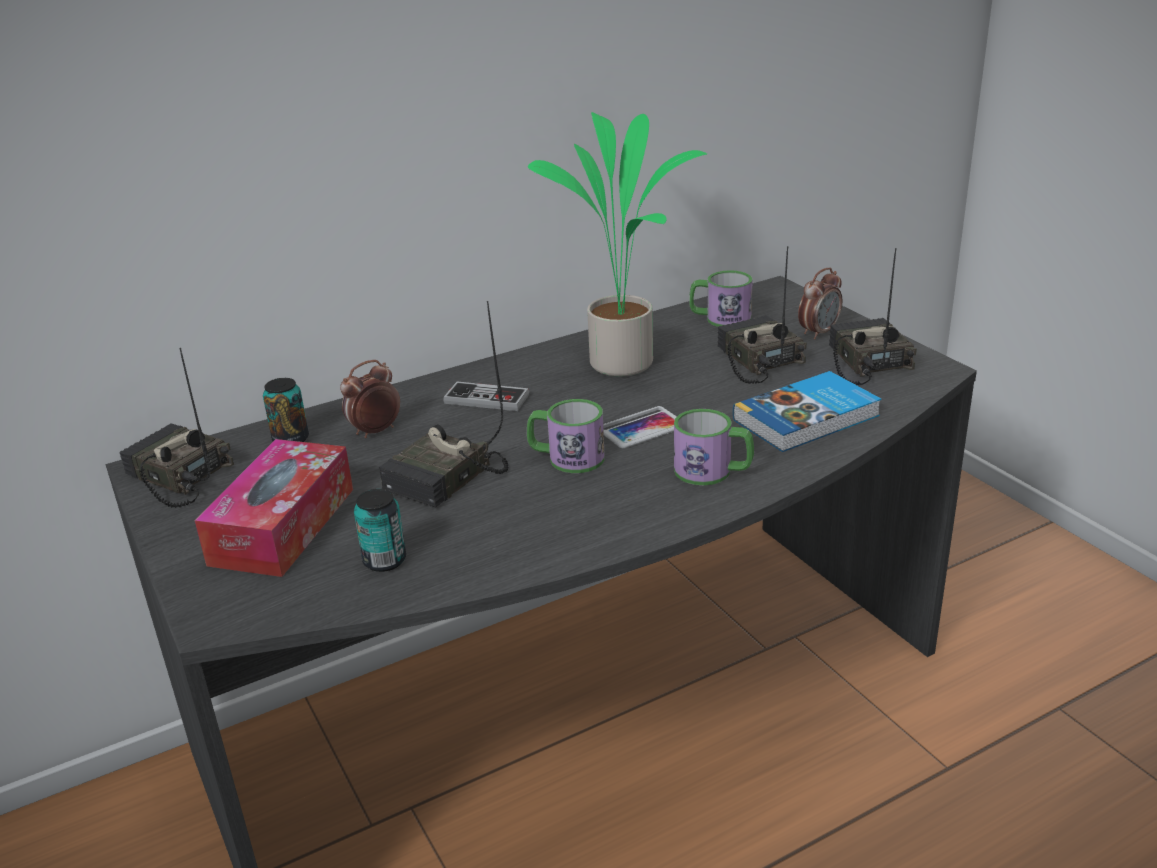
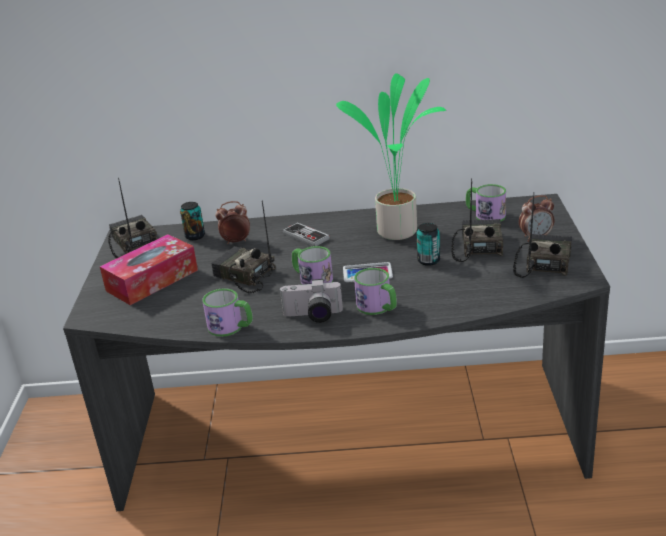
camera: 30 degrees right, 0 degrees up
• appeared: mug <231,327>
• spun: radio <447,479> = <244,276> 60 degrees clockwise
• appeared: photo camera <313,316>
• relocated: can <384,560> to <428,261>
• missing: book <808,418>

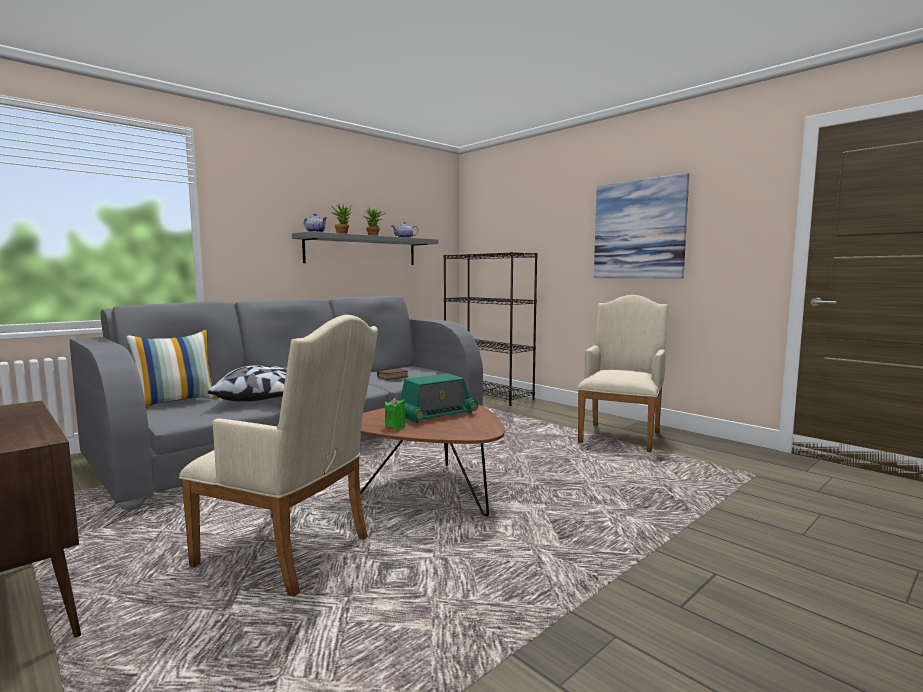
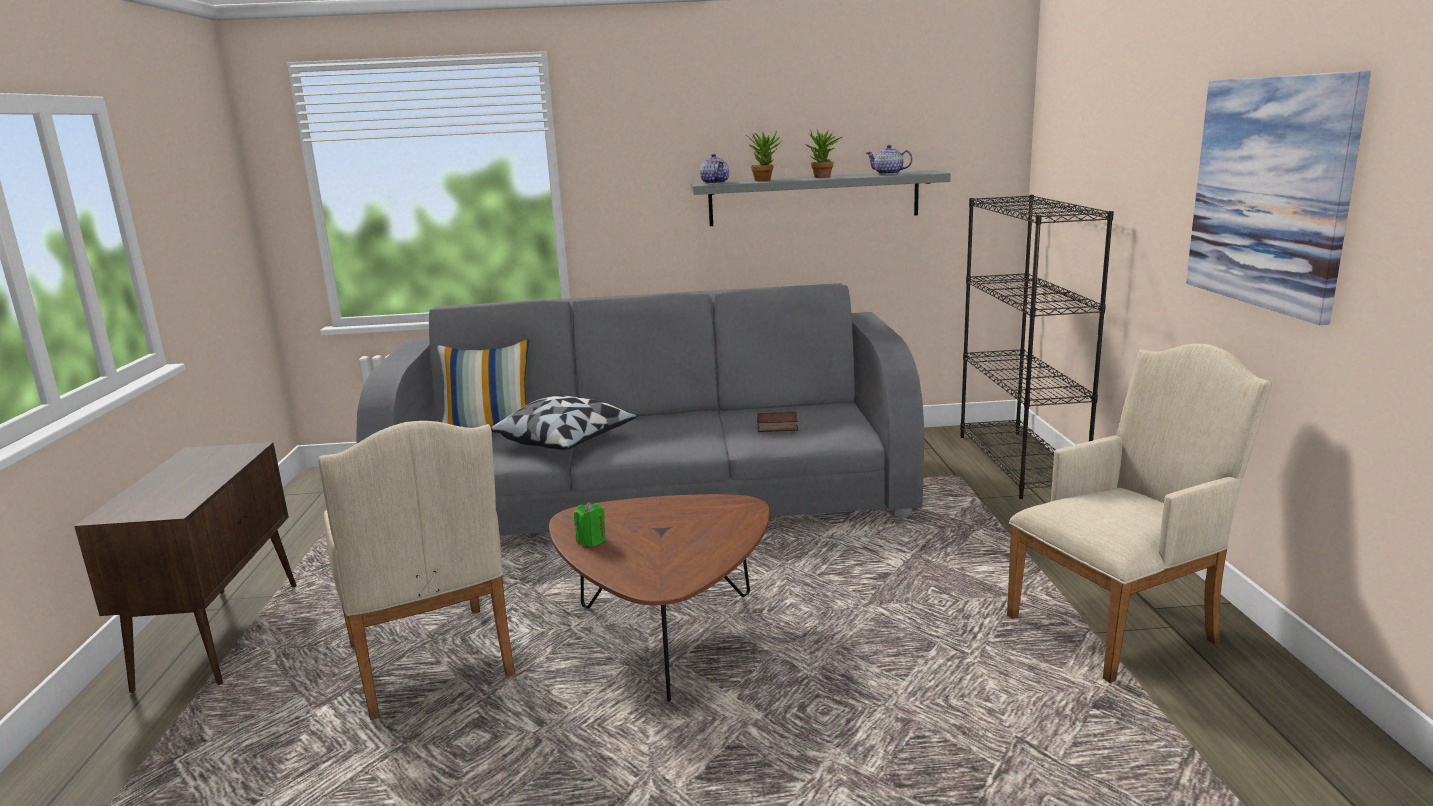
camera: 40 degrees right, 10 degrees up
• missing: radio <436,414>

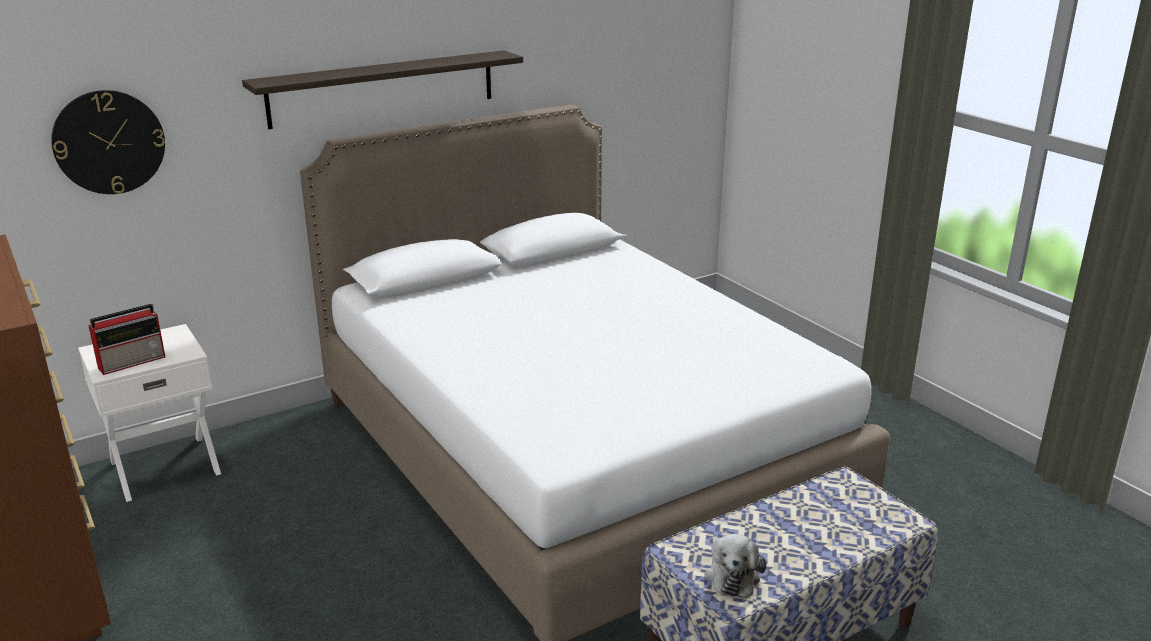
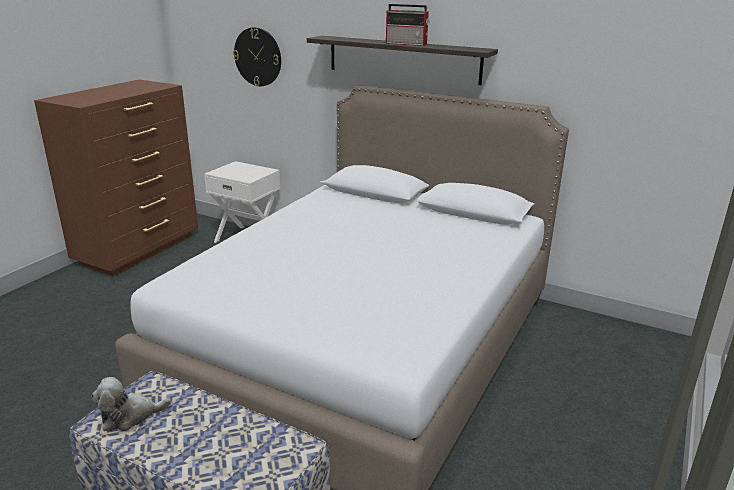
camera: 60 degrees right, 0 degrees up
• relocated: radio <133,361> to <407,44>

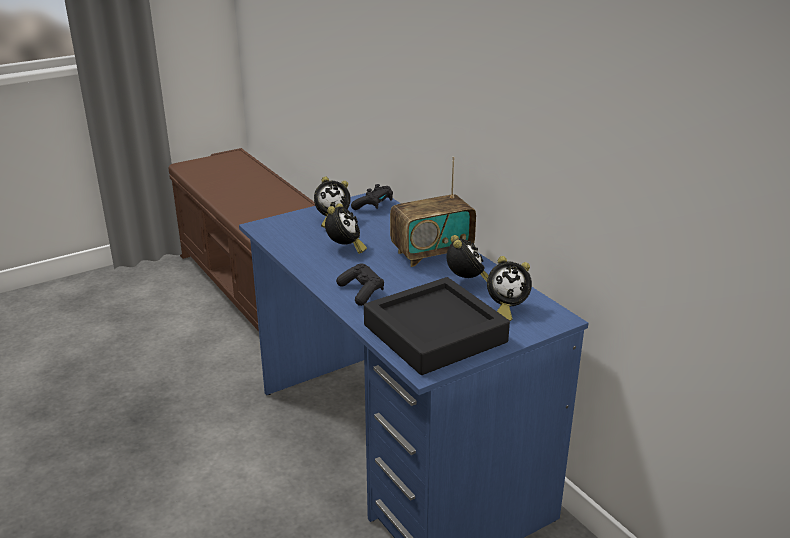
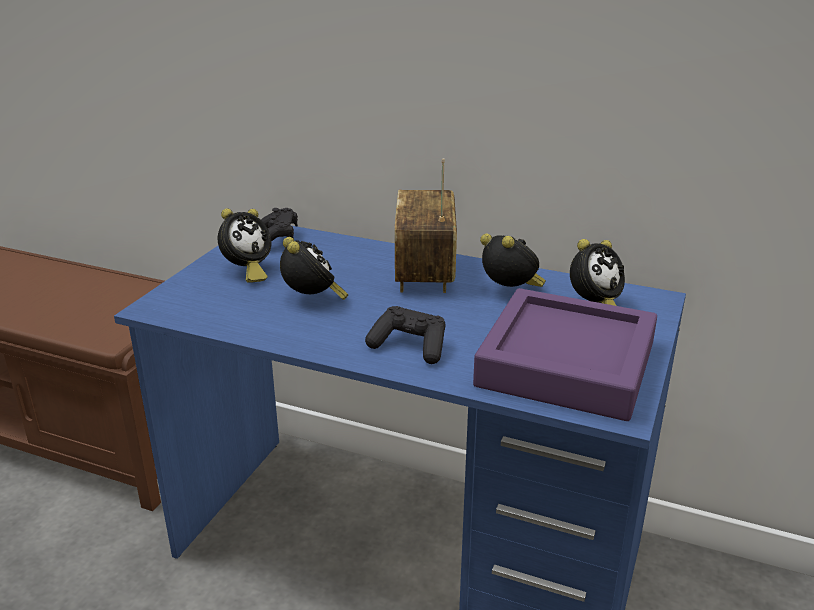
camera: 35 degrees left, 0 degrees up
• spun: radio <431,253> = <425,273> 150 degrees clockwise
• colour: black tray <435,334> to purple tray <566,364>

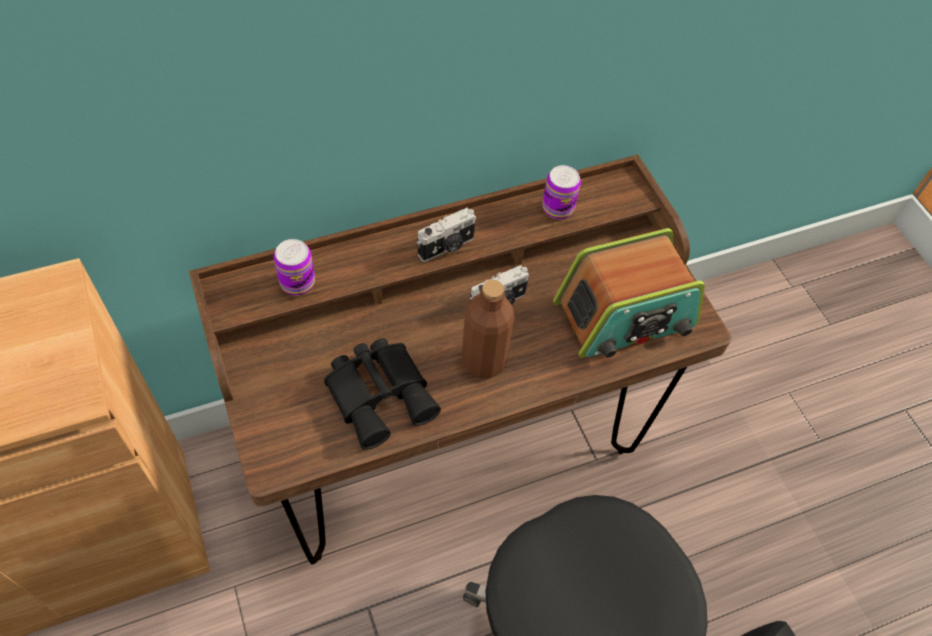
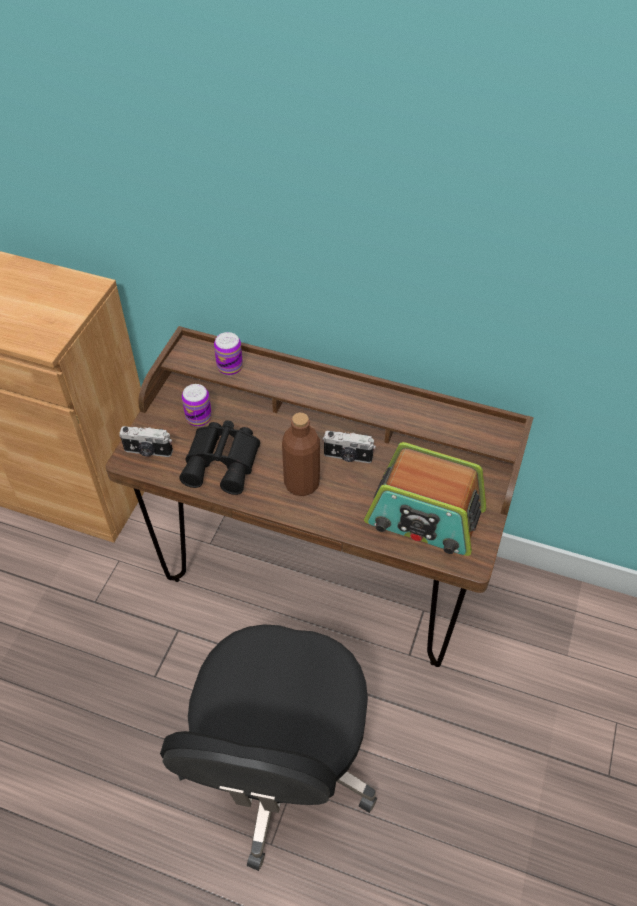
camera: 45 degrees right, 5 degrees down
• relocated: photo camera <447,247> to <148,451>
• relocated: can <557,208> to <199,417>

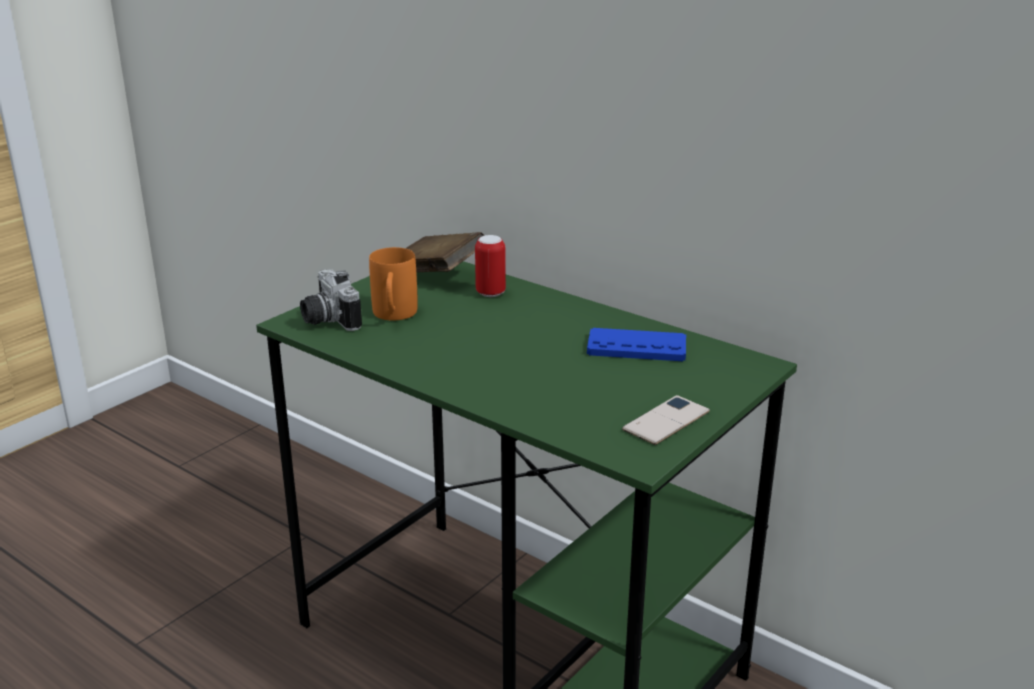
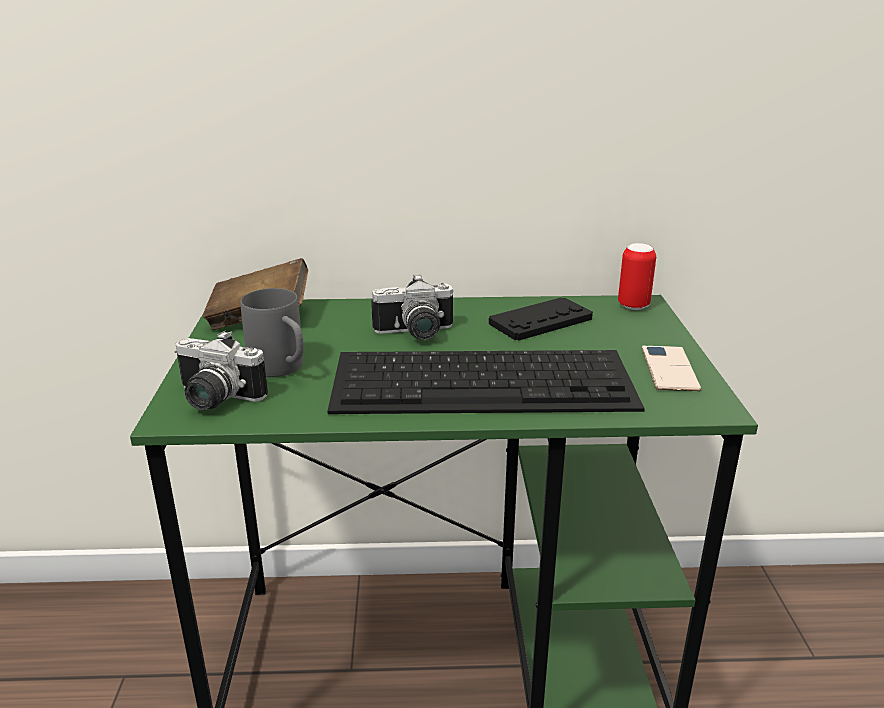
camera: 40 degrees left, 0 degrees up
• colour: orange mug <394,316> to grey mug <283,370>
• appeared: keyboard <485,380>
• appeared: photo camera <415,334>
• colour: blue game controller <636,347> to black game controller <540,321>
• relocated: can <490,293> to <633,305>

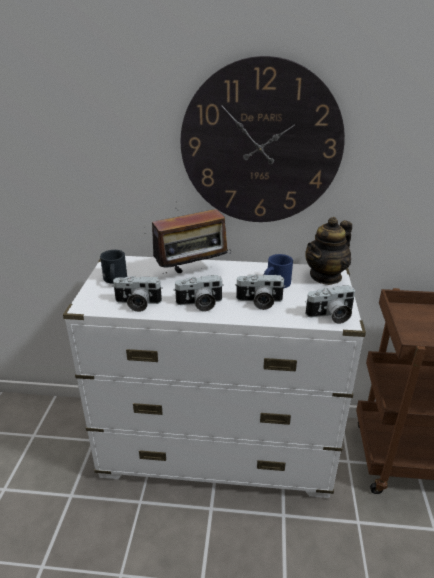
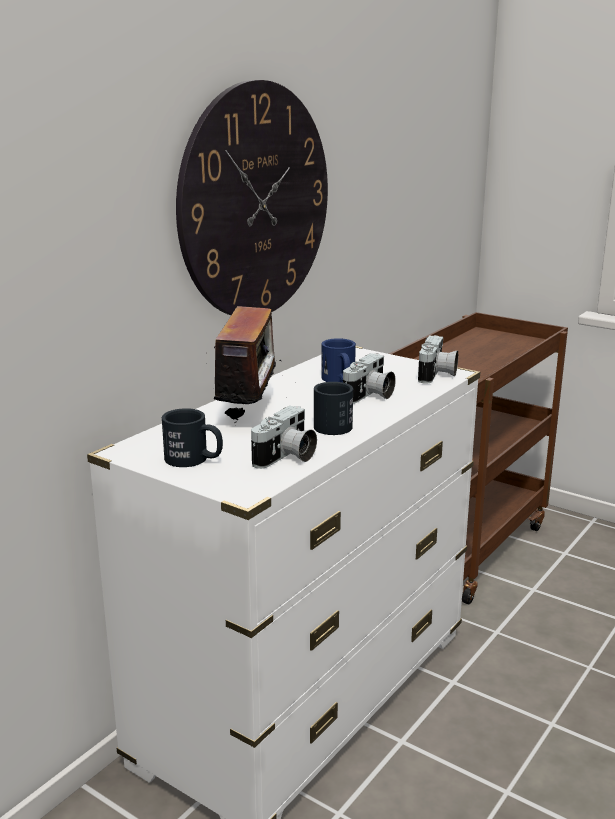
camera: 60 degrees left, 10 degrees down
• exchanged: photo camera <200,304> to black mug <335,424>
• missing: teapot <326,276>

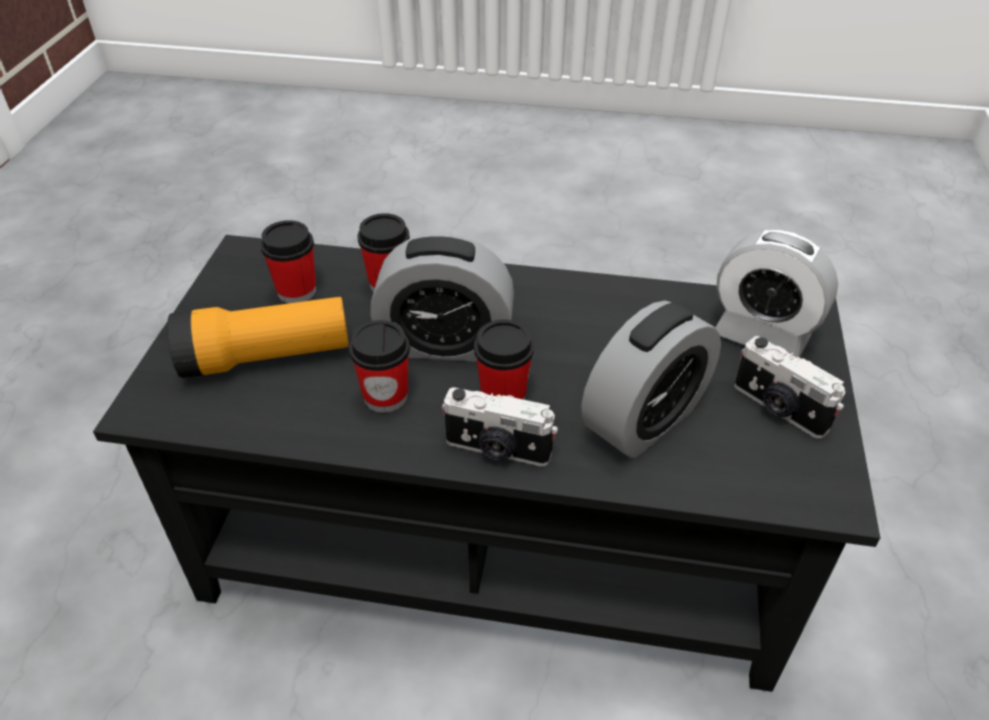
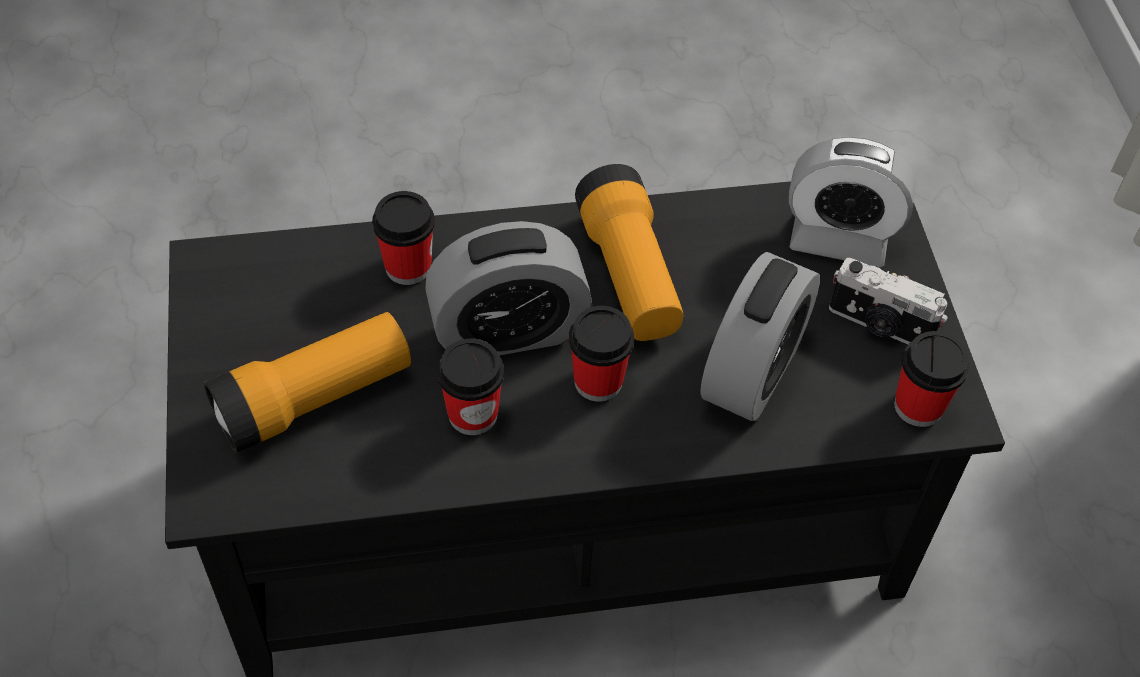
camera: 20 degrees left, 10 degrees up
• appeared: flashlight <629,275>
• relocated: cup <296,291> to <918,406>
• missing: photo camera <497,450>

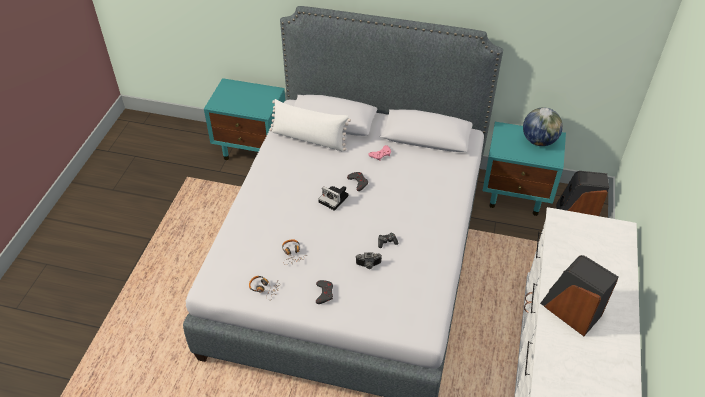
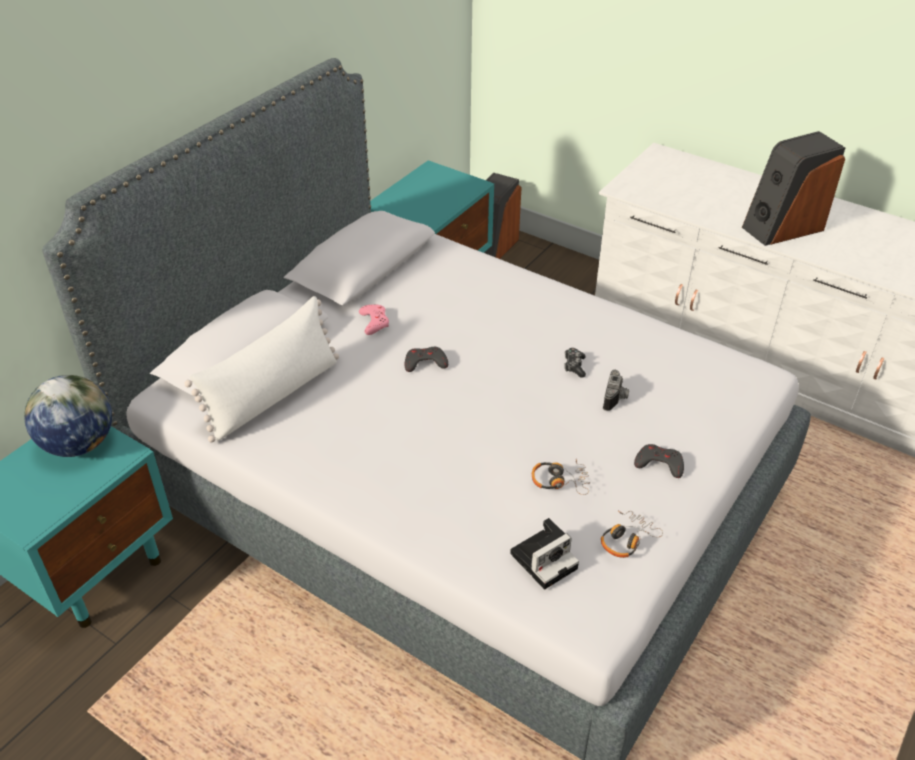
camera: 70 degrees left, 5 degrees down
• relocated: globe <538,141> to <79,444>
• relocated: photo camera <334,199> to <545,559>

